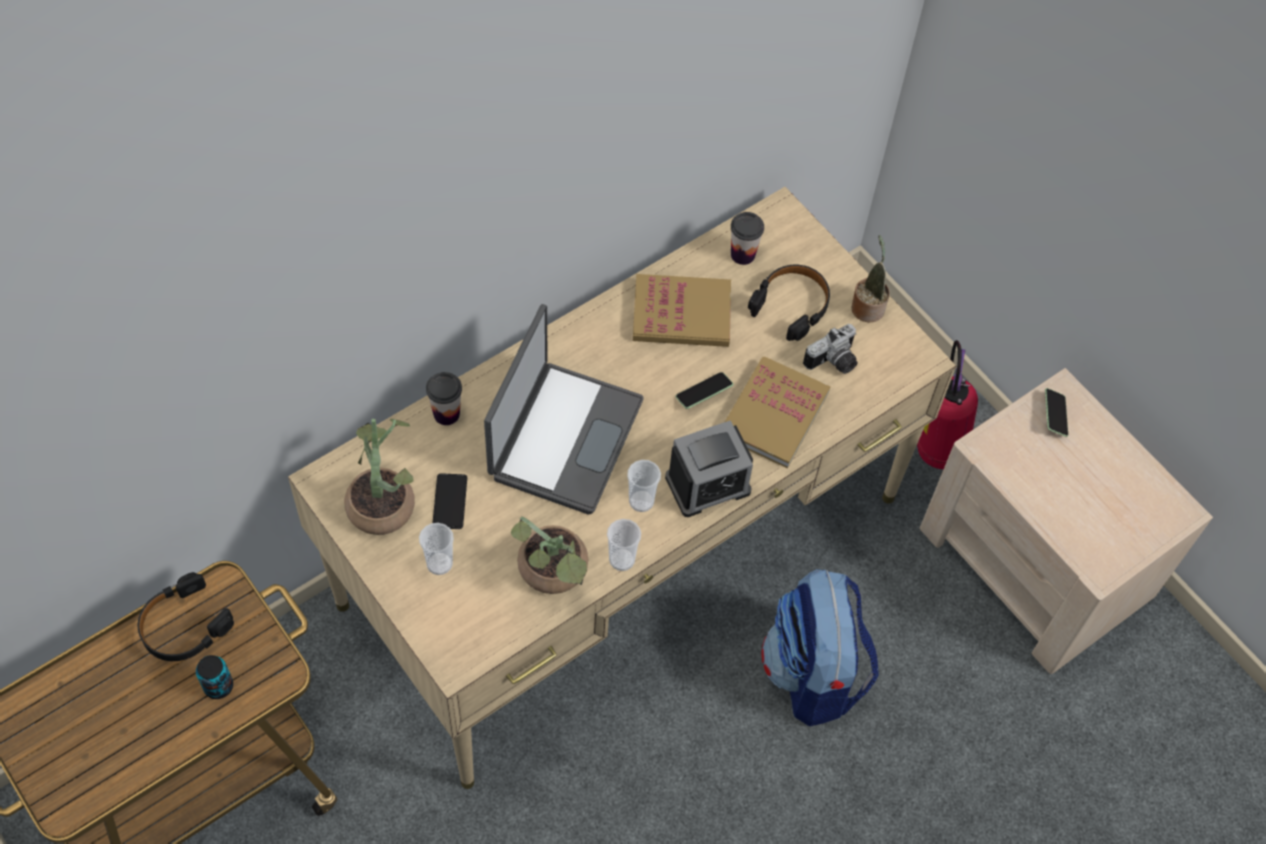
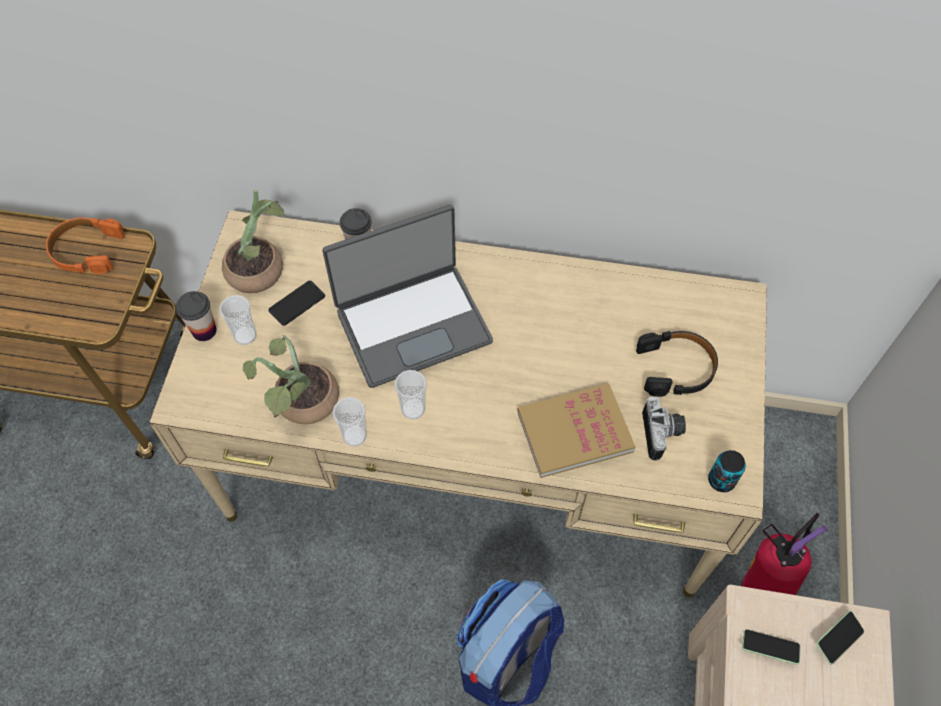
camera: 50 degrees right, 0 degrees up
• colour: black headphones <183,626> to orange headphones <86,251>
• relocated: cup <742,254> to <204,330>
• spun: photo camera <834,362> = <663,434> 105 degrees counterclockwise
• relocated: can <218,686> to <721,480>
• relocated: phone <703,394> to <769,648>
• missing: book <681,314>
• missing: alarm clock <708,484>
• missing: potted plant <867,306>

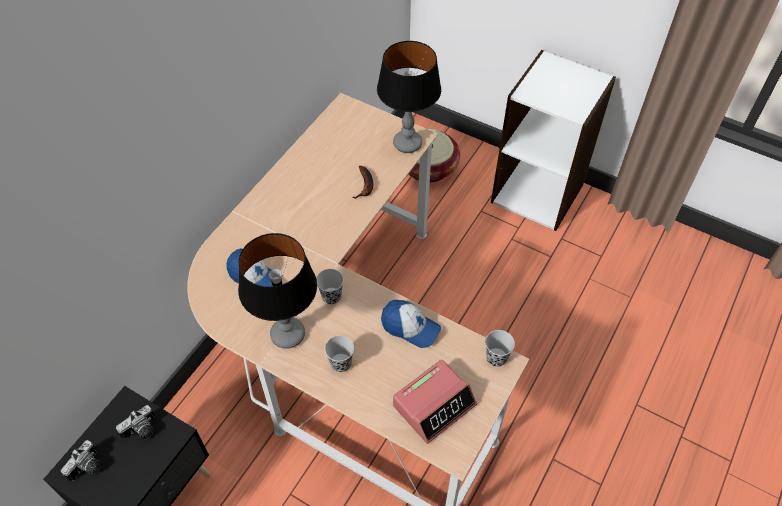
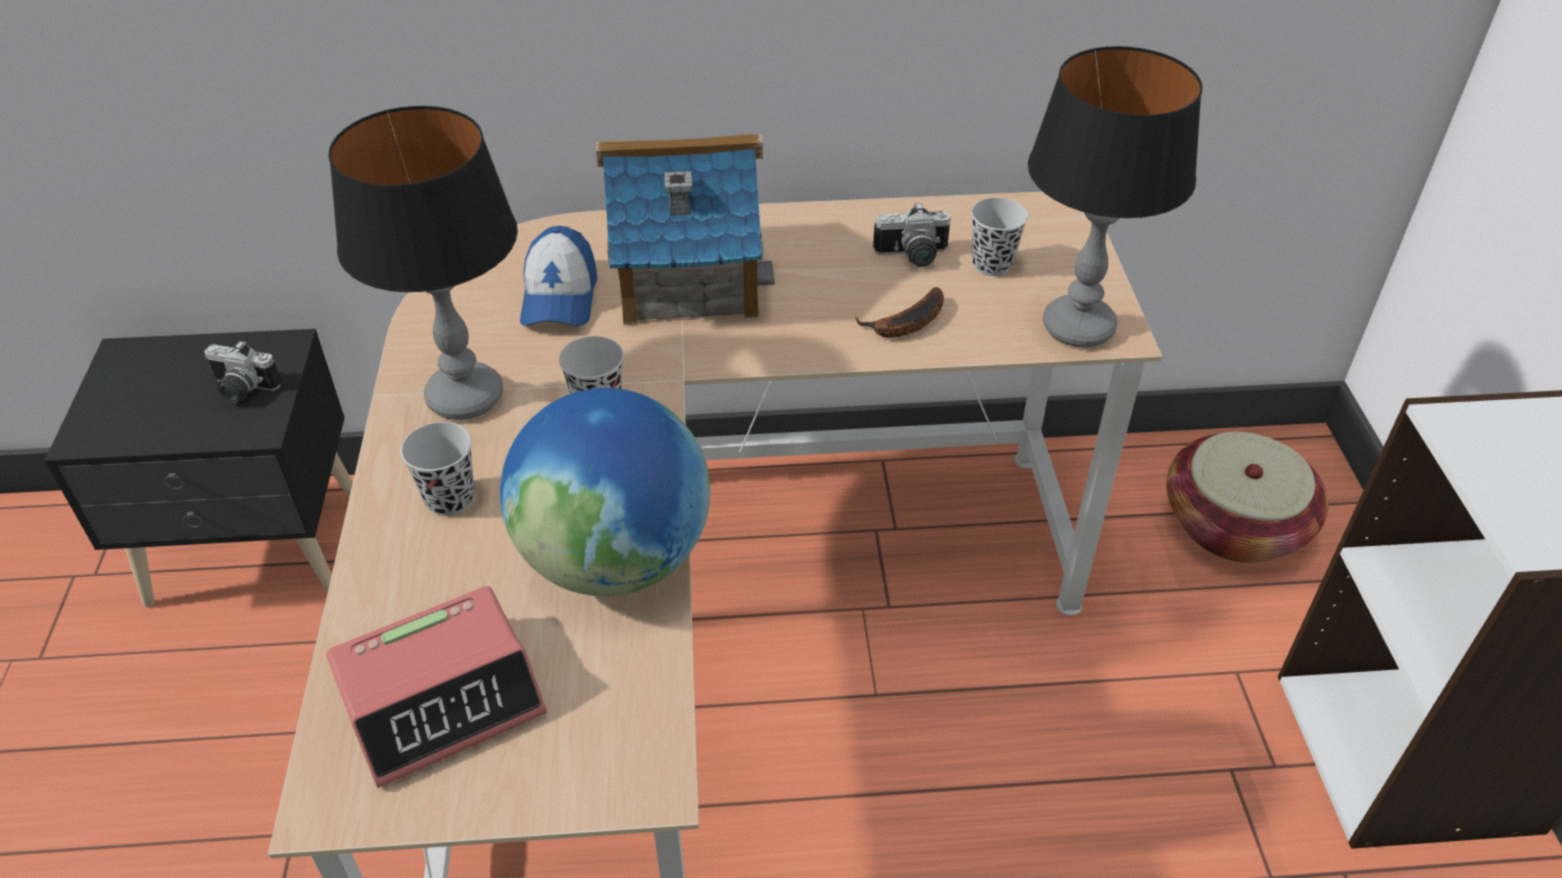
camera: 55 degrees right, 10 degrees down
• spun: alarm clock <434,405> = <442,698> 45 degrees counterclockwise
• exchanged: cap <410,327> to globe <616,558>
• appeared: toy house <687,278>
• relocated: photo camera <88,468> to <912,257>
• relocated: black cup <496,358> to <992,264>

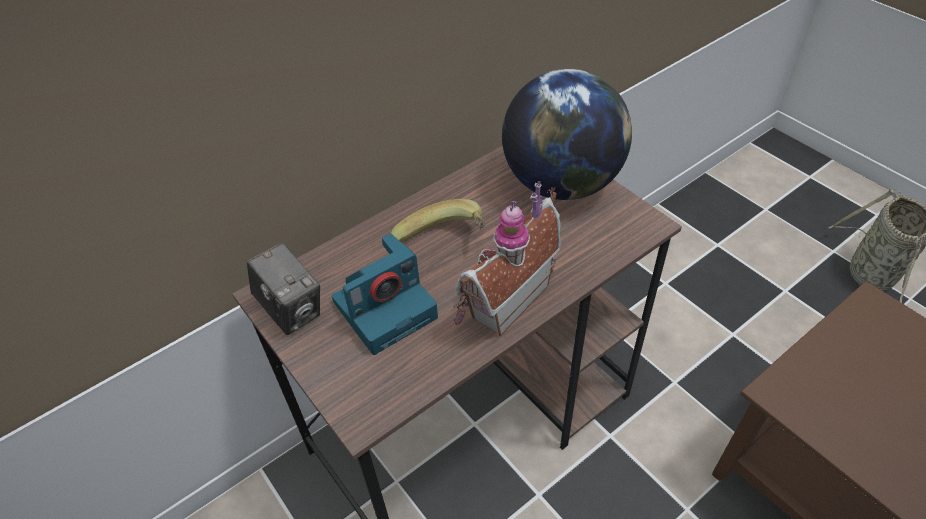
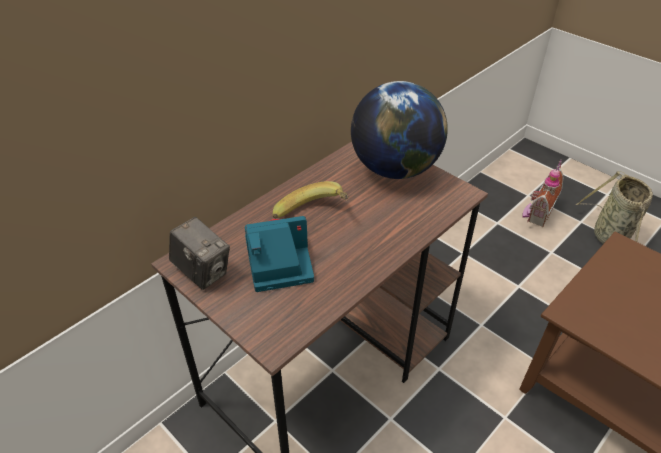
camera: 10 degrees left, 5 degrees down
• spun: photo camera <386,307> = <277,264> 150 degrees counterclockwise
• relocated: toy house <503,299> to <537,214>

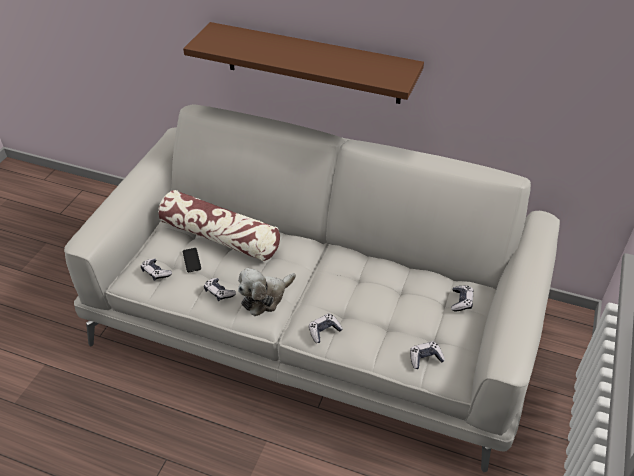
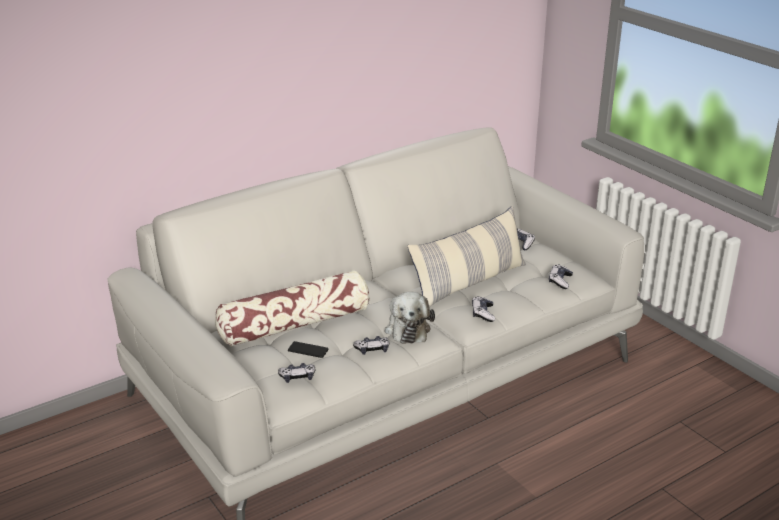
camera: 55 degrees left, 15 degrees down
• appeared: pillow <469,283>
• missing: brown shelf <312,63>

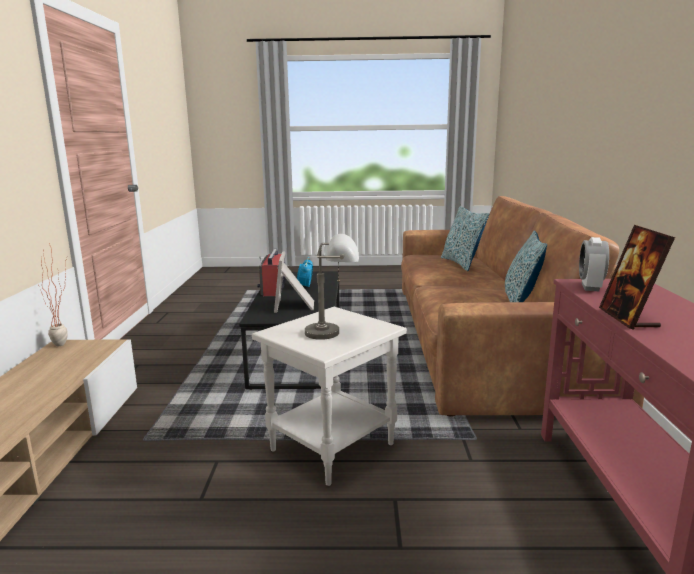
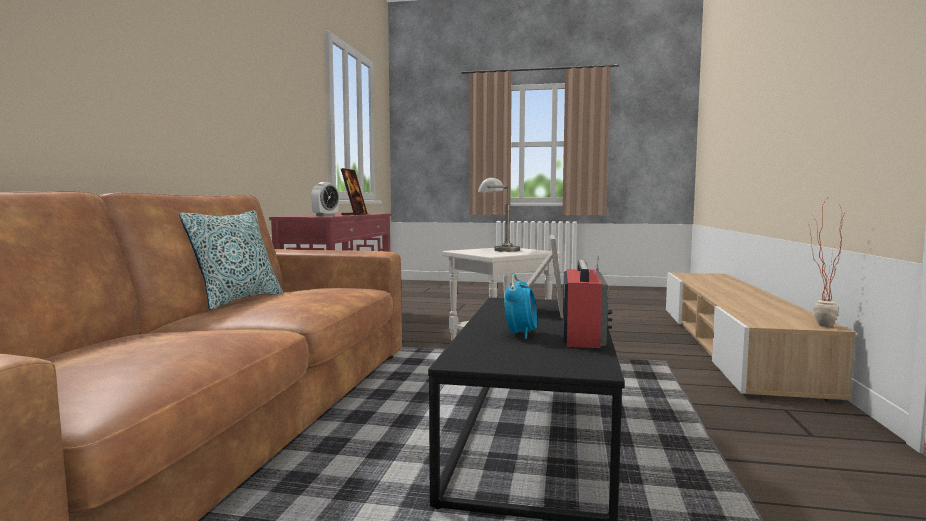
camera: 170 degrees left, 10 degrees down
• missing: pillow <461,263>

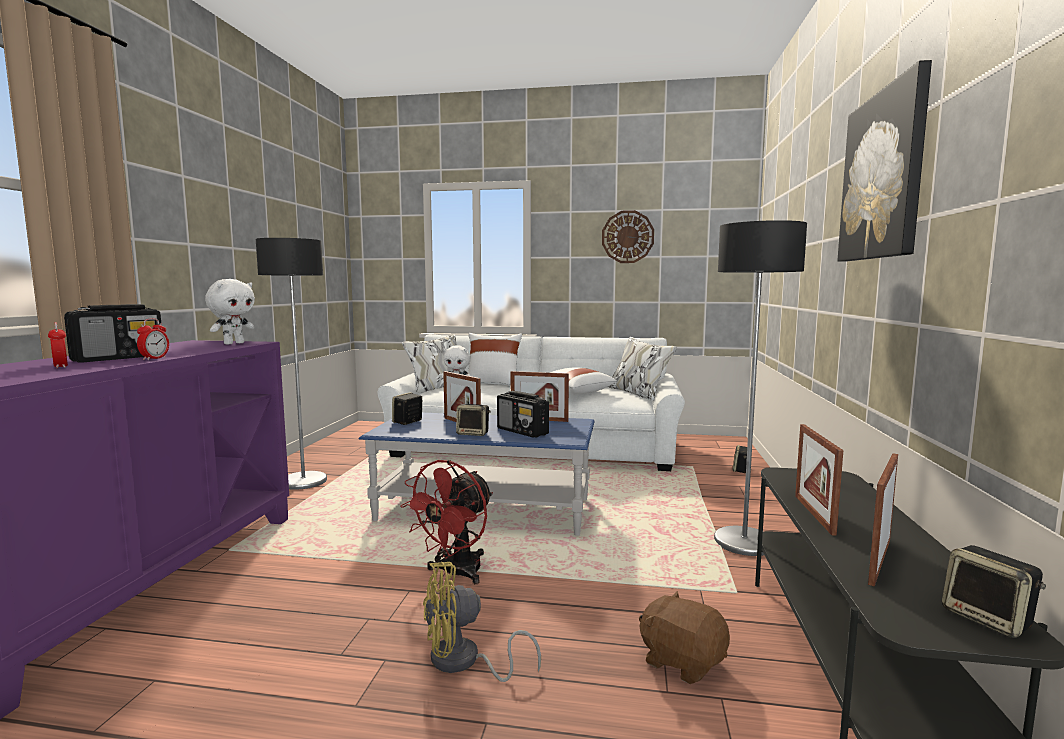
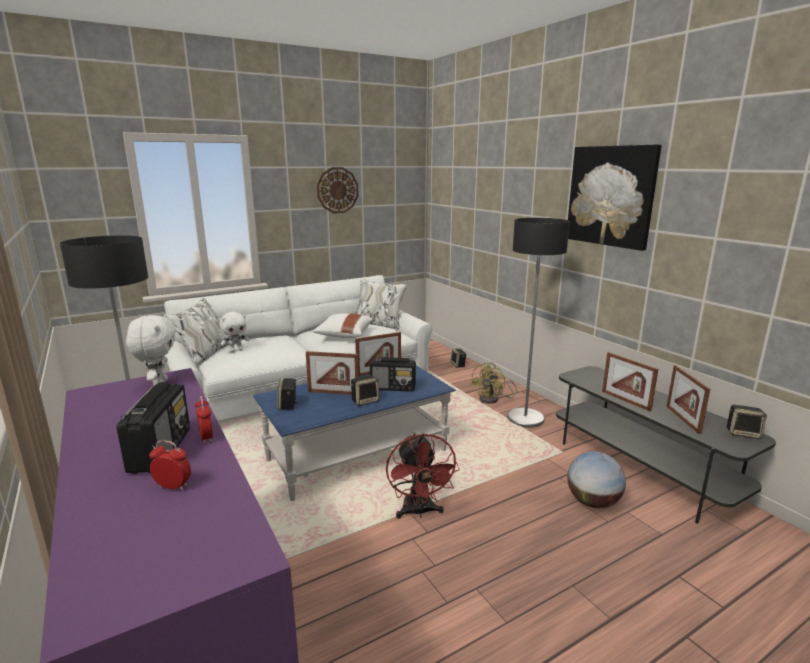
camera: 40 degrees left, 10 degrees up
• relocated: yellow fan <464,662> to <493,399>
• exchanged: brown plush toy <682,661> to globe <593,502>
• missing: white pillow <493,383>

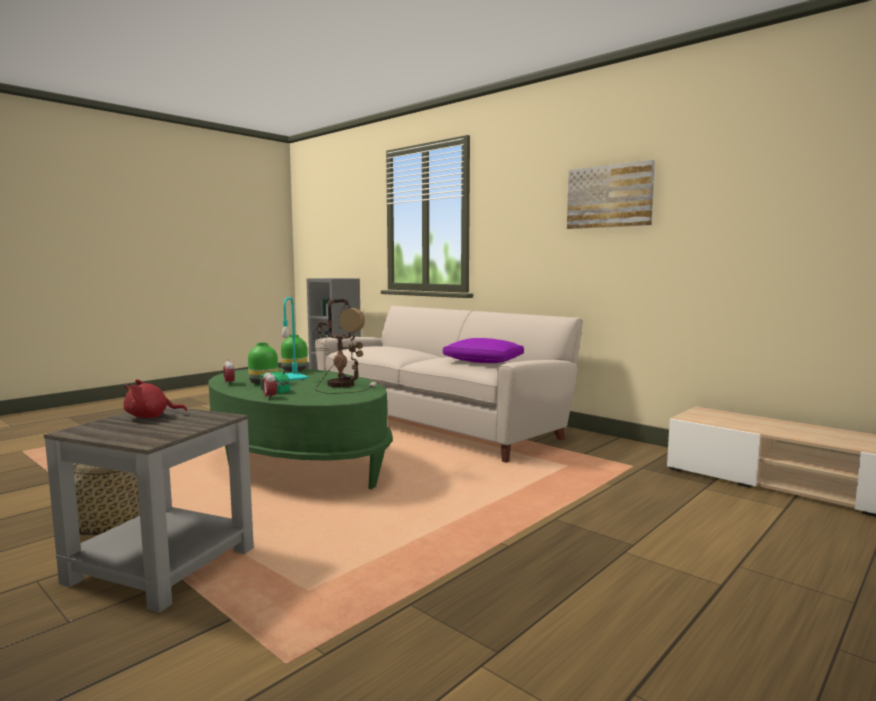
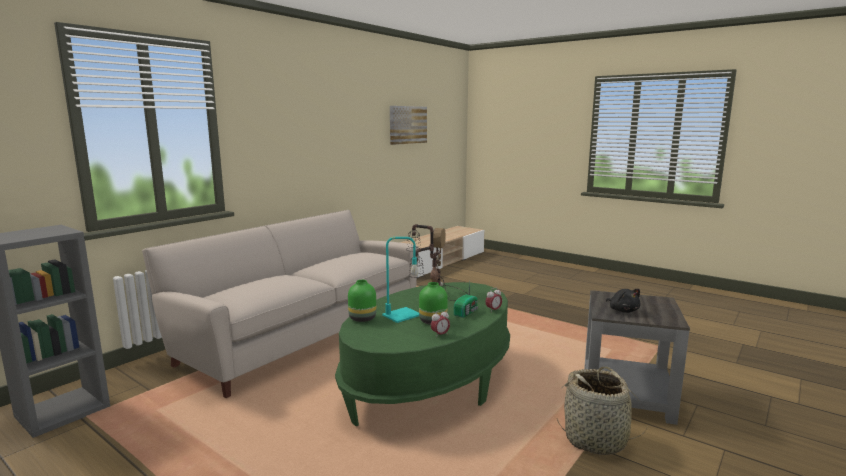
camera: 95 degrees left, 5 degrees up
• relocated: picture <609,196> to <407,125>
• colour: red plush toy <151,417> to black plush toy <623,310>
• missing: purple pillow <482,361>

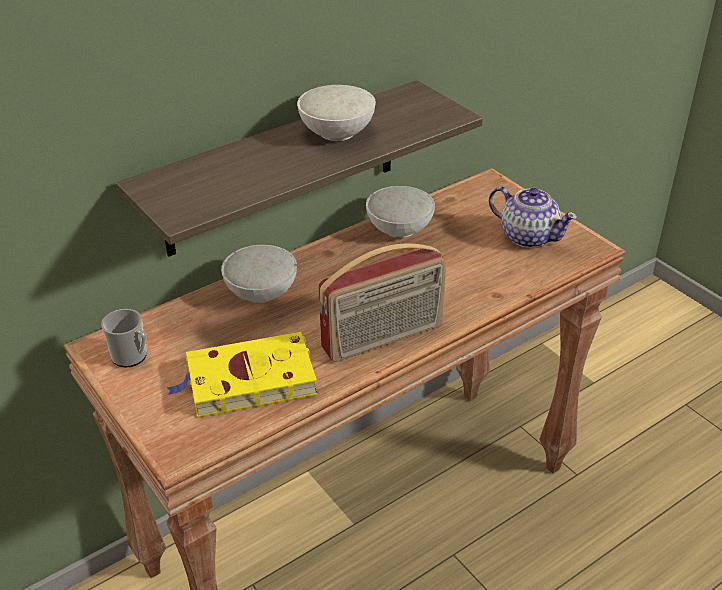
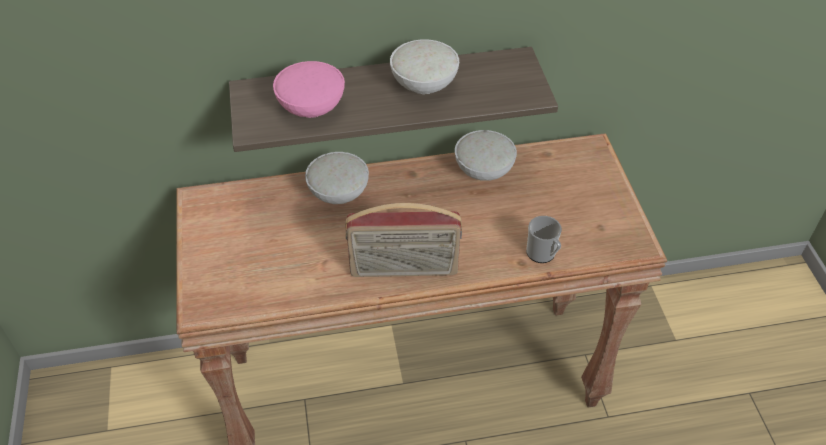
camera: 25 degrees right, 10 degrees up
• appeared: pink bowl <311,106>
• relocated: mug <132,357> to <543,254>
• missing: yellow book <247,381>
• missing: teapot <528,236>

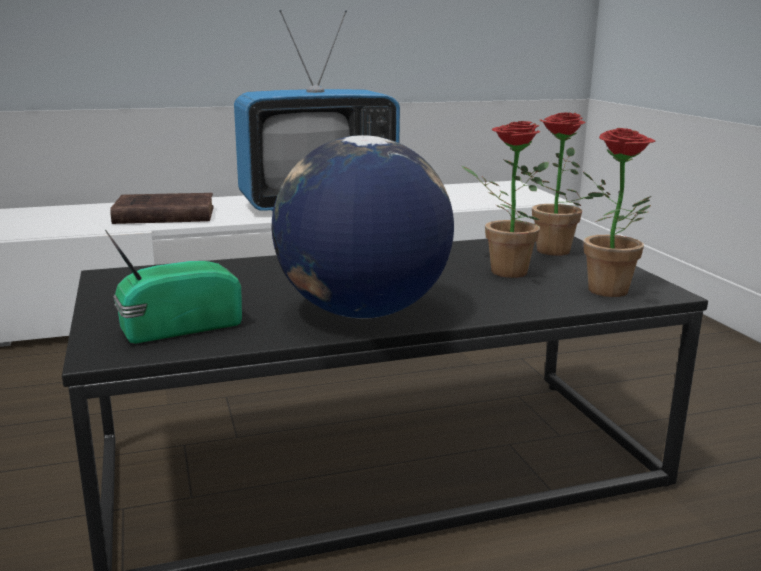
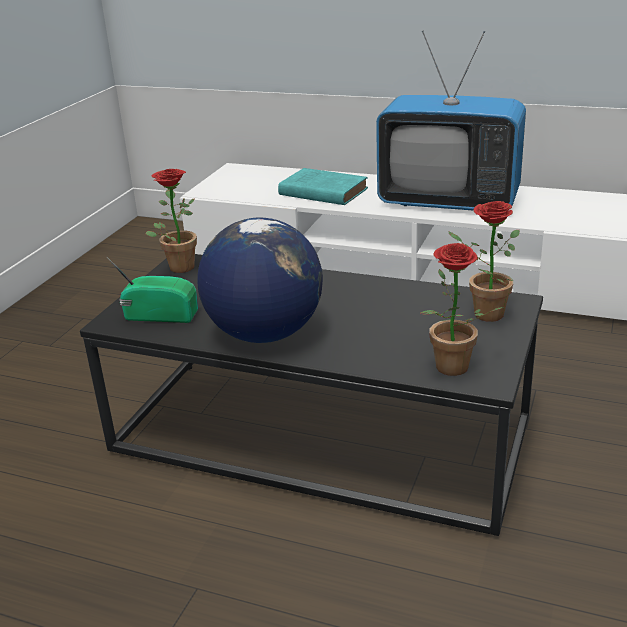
camera: 40 degrees right, 10 degrees up
• relocated: potted plant <500,271> to <179,265>
• colour: brown book <162,215> to turquoise book <321,192>

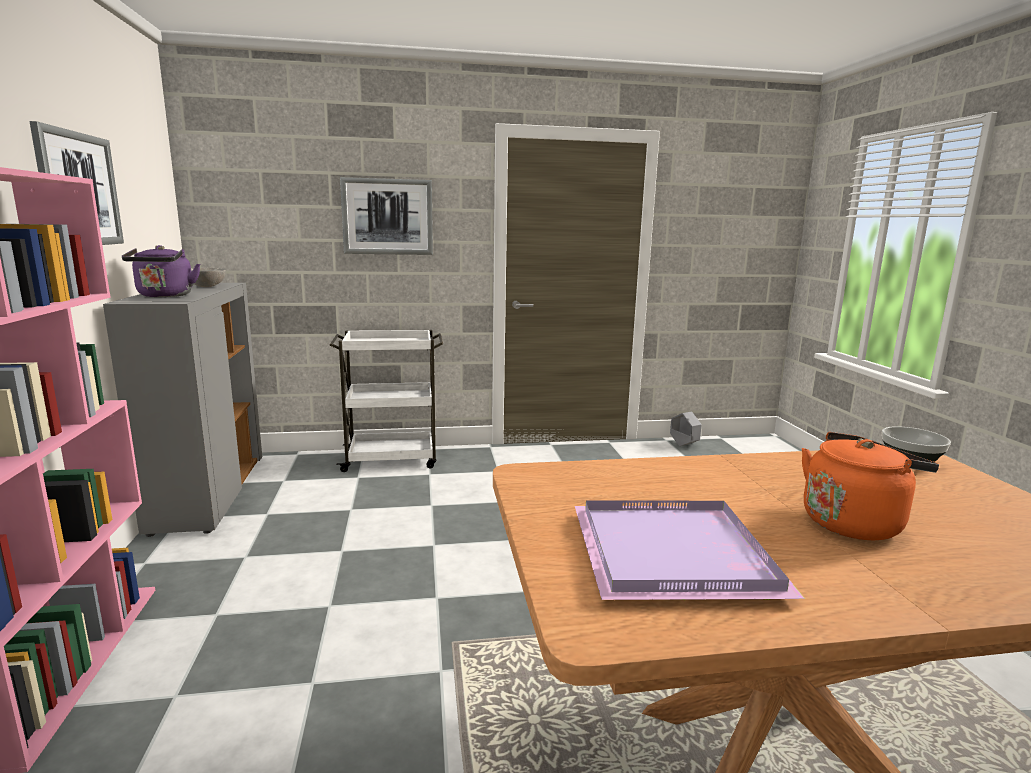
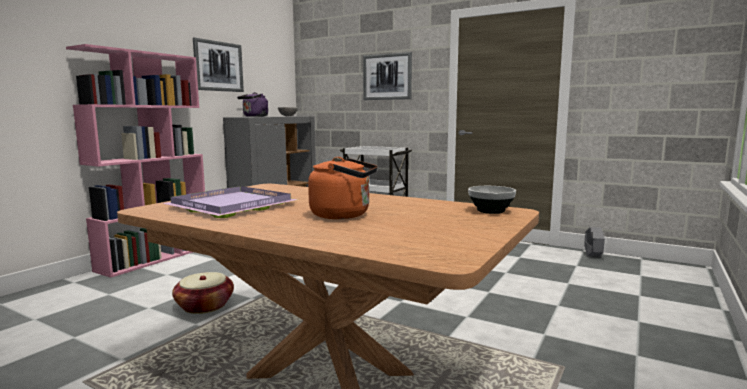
camera: 40 degrees right, 5 degrees down
• appeared: basket <204,306>

